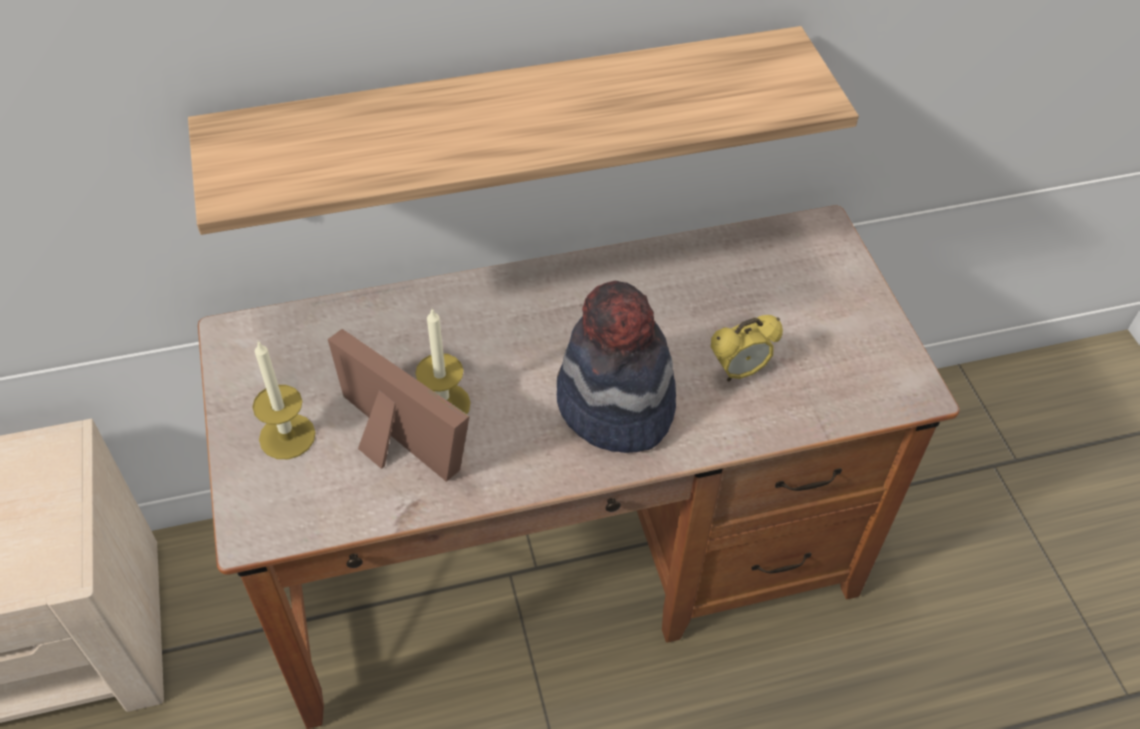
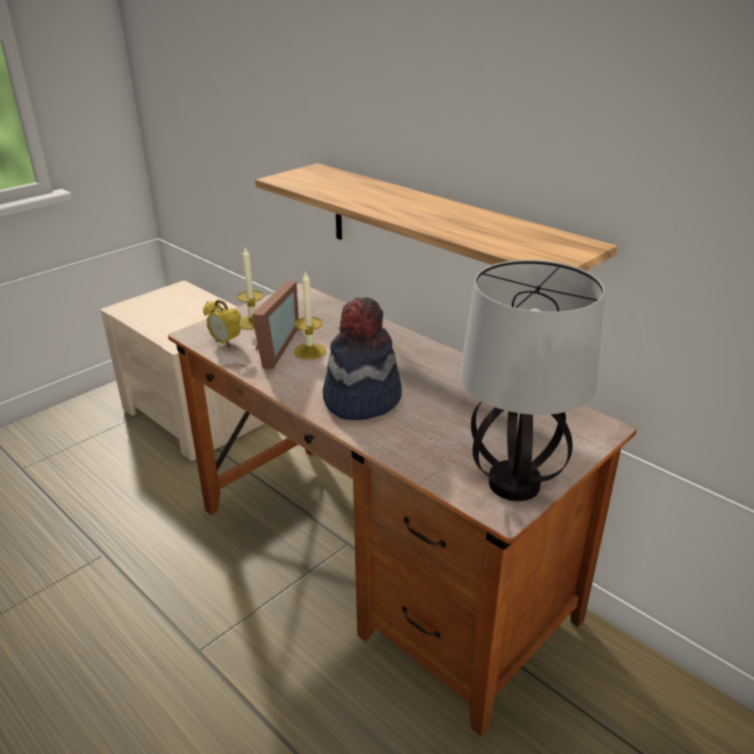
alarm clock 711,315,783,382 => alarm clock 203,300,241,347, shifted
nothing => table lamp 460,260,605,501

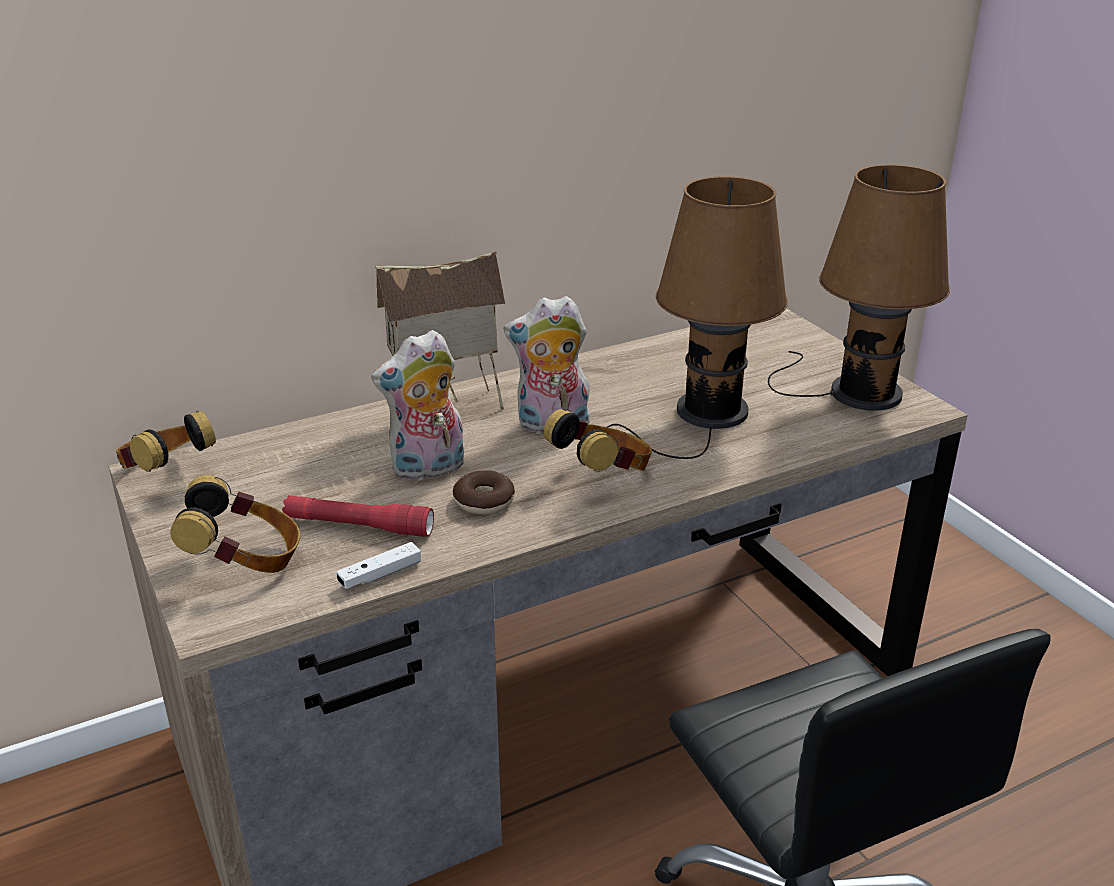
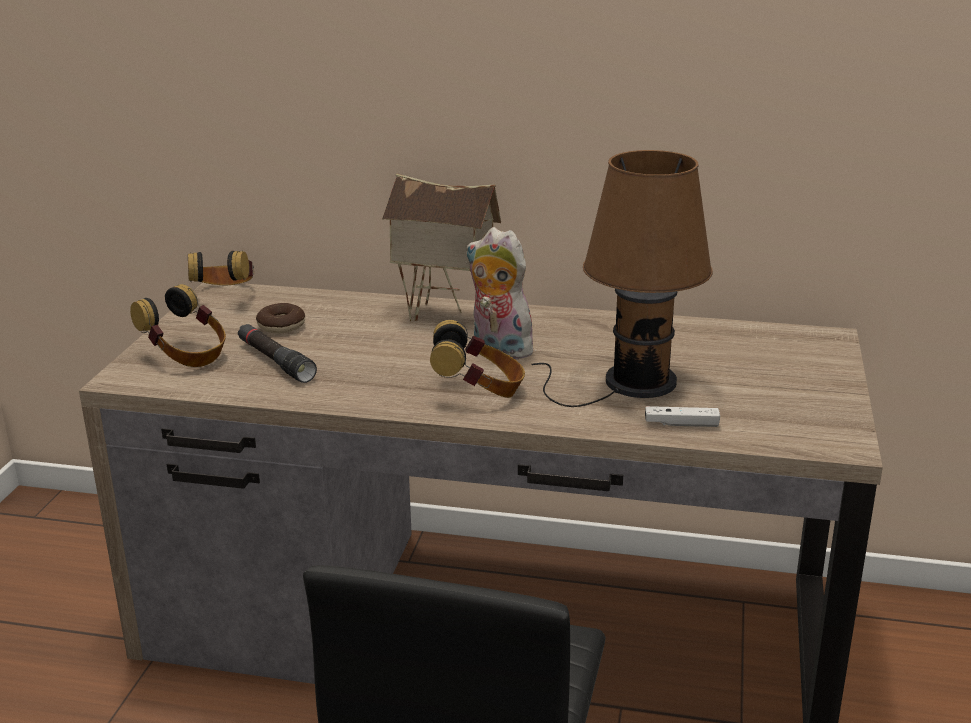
red flashlight 282,495,434,537 => black flashlight 238,324,317,383
donut 453,470,515,514 => donut 256,303,305,334, shifted
white game controller 336,542,421,589 => white game controller 645,406,720,427, shifted
plush toy 371,330,464,482 => nothing
brown table lamp 768,165,950,411 => nothing

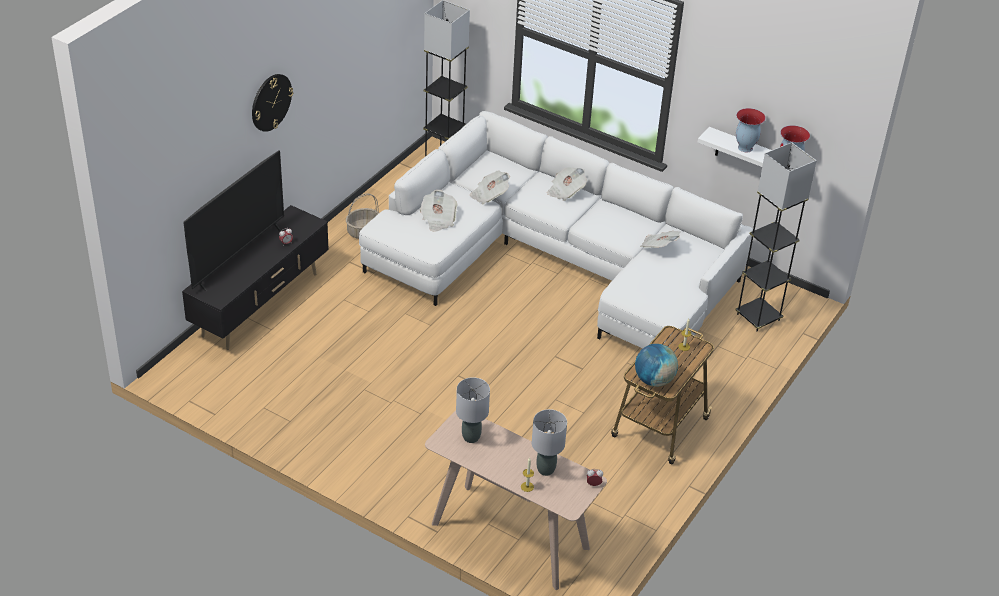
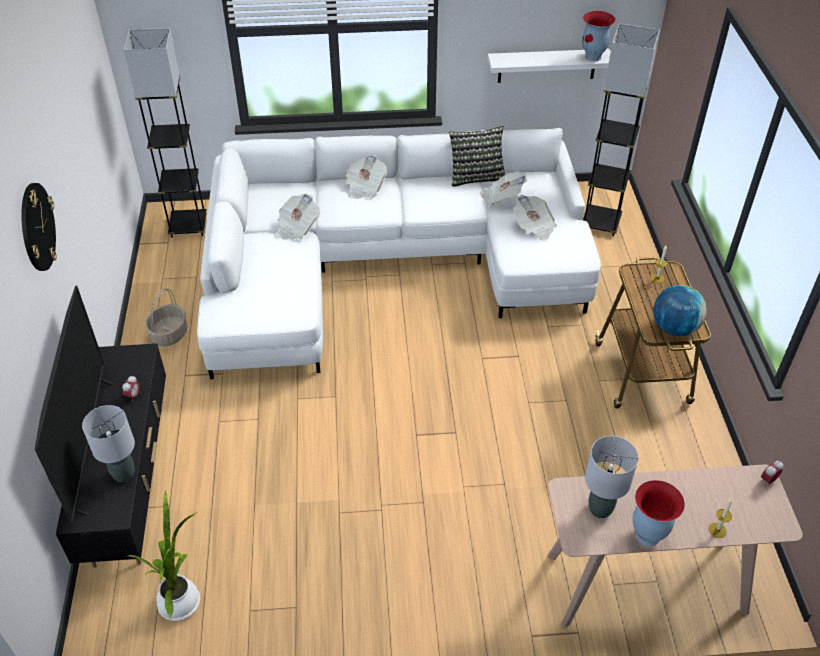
grey table lamp 532,409,567,476 => grey table lamp 82,405,135,482, shifted
nothing => potted plant 124,490,200,621
nothing => pillow 449,126,505,187
newspaper 420,190,458,232 => newspaper 513,195,557,241, shifted
vase 736,108,766,152 => vase 633,480,685,546, shifted

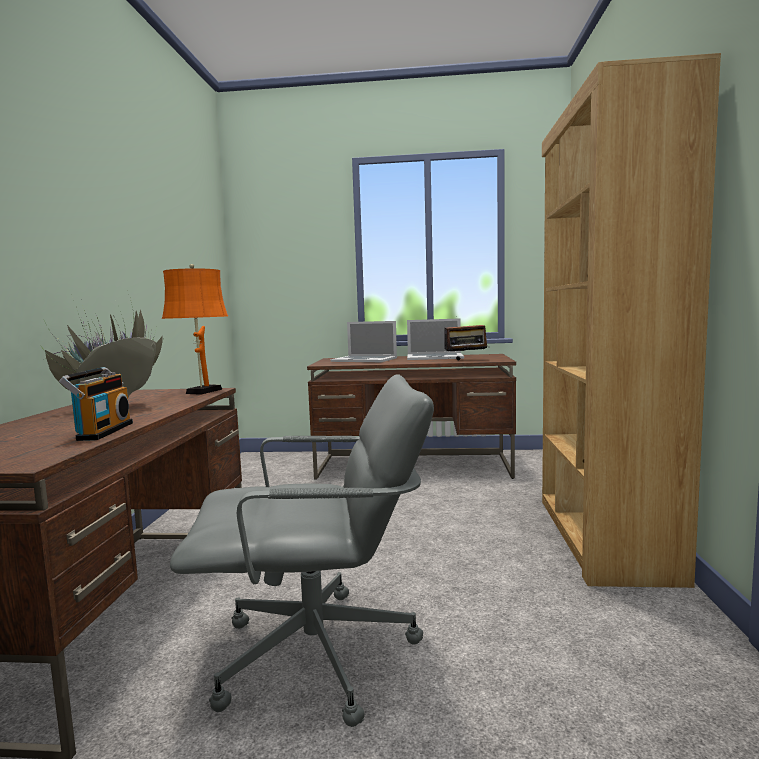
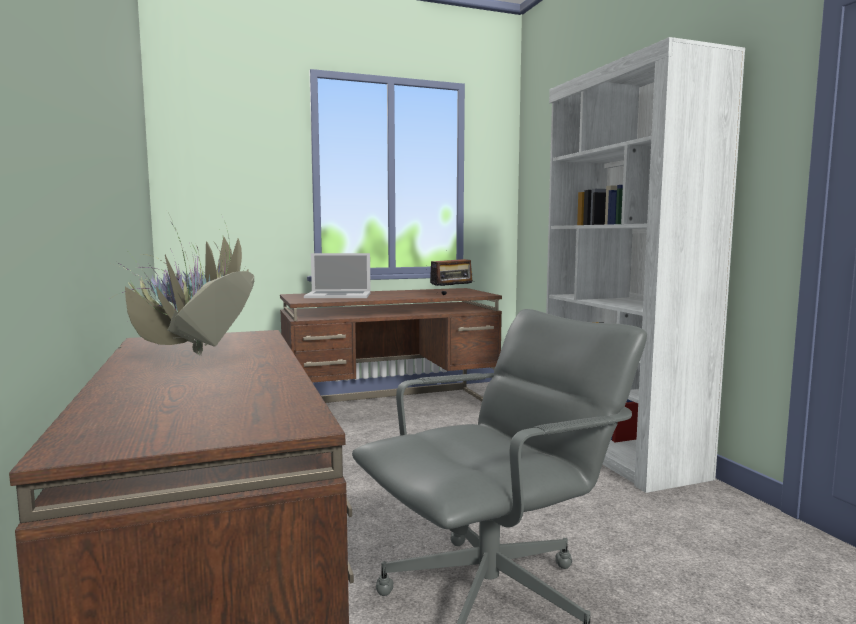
brown bookcase 542,53,721,588 => white bookcase 546,37,745,493
radio 59,367,133,441 => nothing
orange table lamp 162,264,228,395 => nothing
laptop 407,318,464,360 => nothing

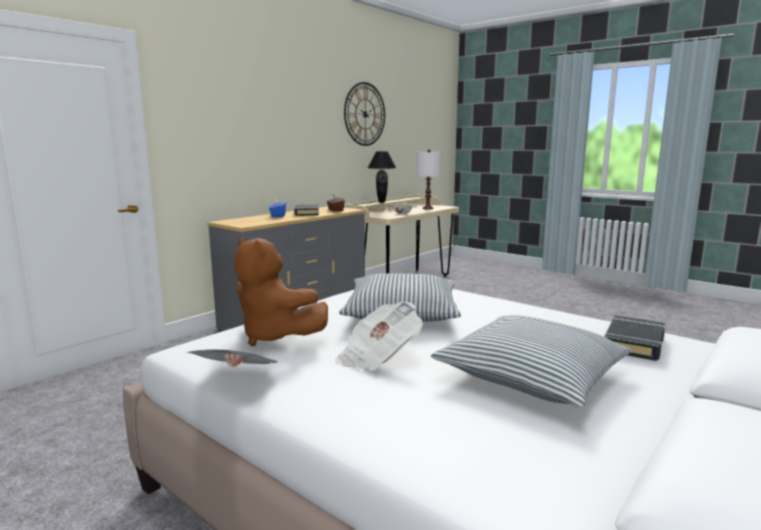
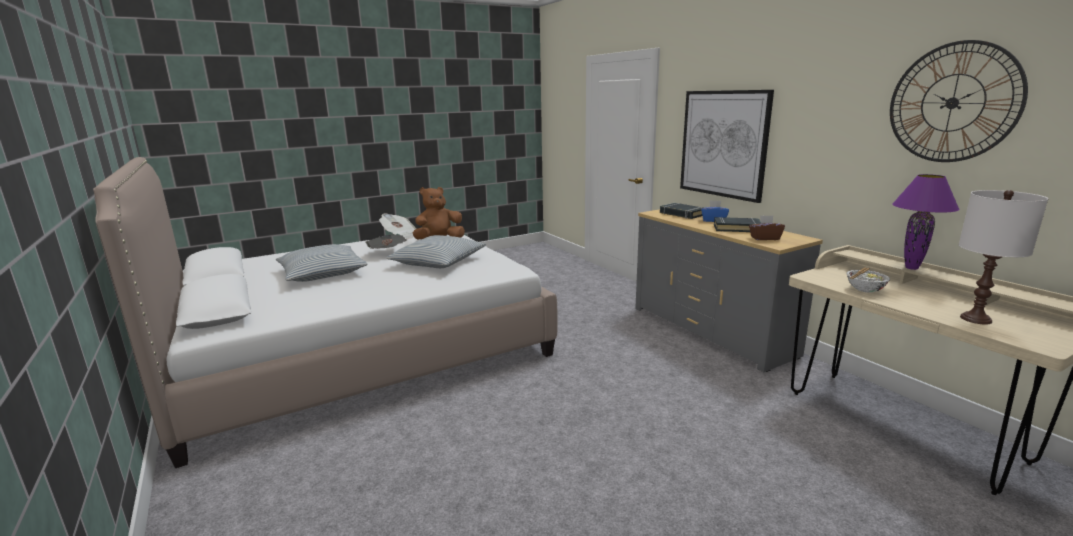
black book 604,315,666,361 => black book 660,203,703,219, shifted
nothing => picture 680,90,774,203
black table lamp 368,151,396,203 => purple table lamp 892,174,960,270

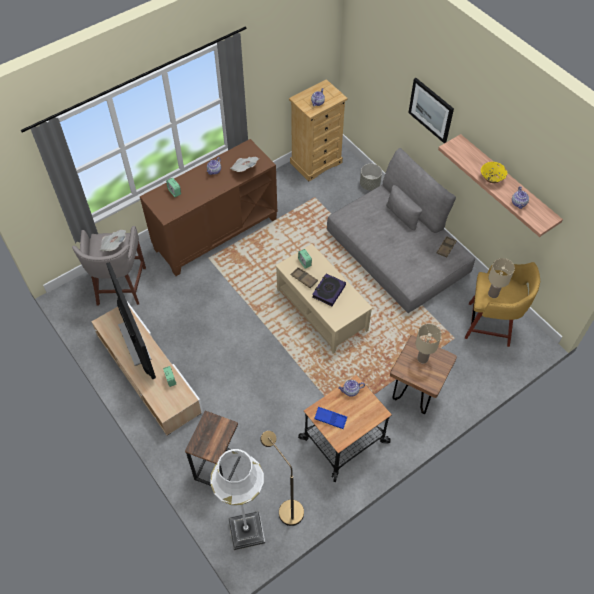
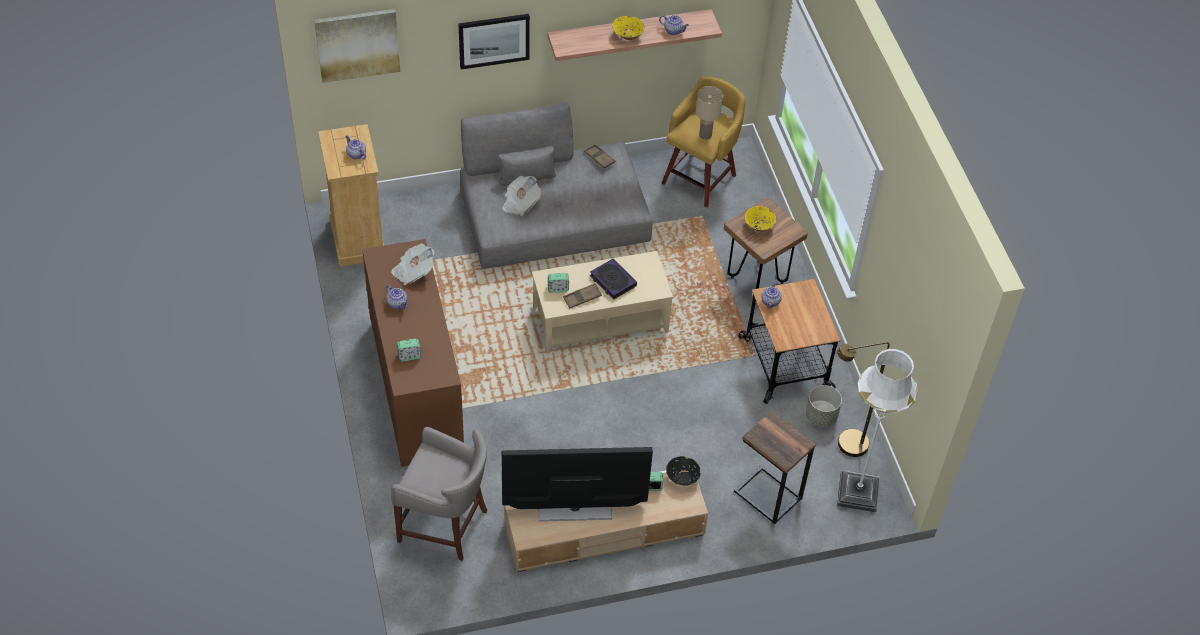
nothing => picture 314,9,400,83
newspaper 99,229,126,251 => newspaper 502,176,541,216, shifted
nothing => black bowl 666,456,701,486
beige table lamp 415,324,441,363 => yellow bowl 745,206,776,232
grey planter 360,164,382,191 => grey planter 806,385,842,427, shifted
blue tray 314,407,347,429 => nothing

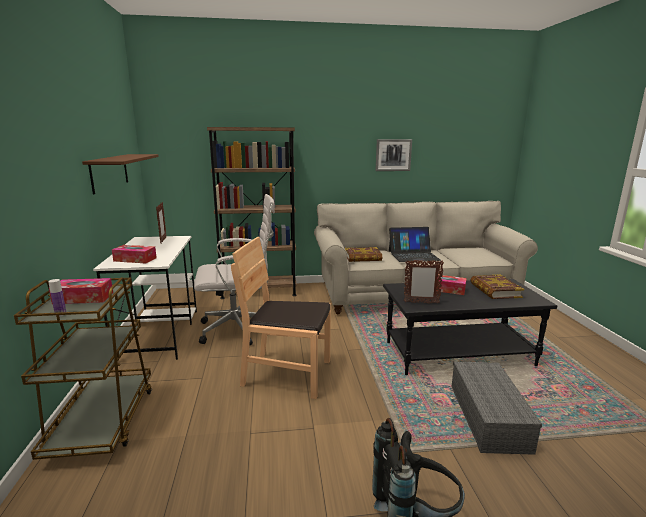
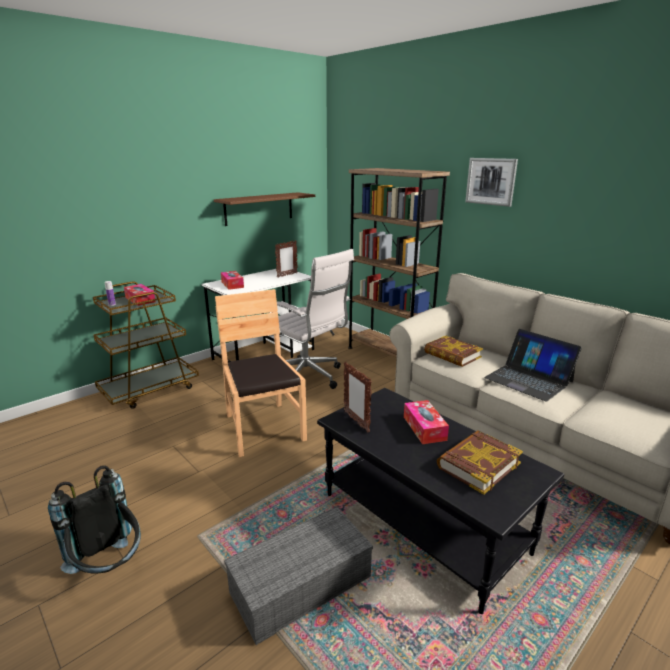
picture 375,139,412,171 => picture 465,158,518,207, shifted

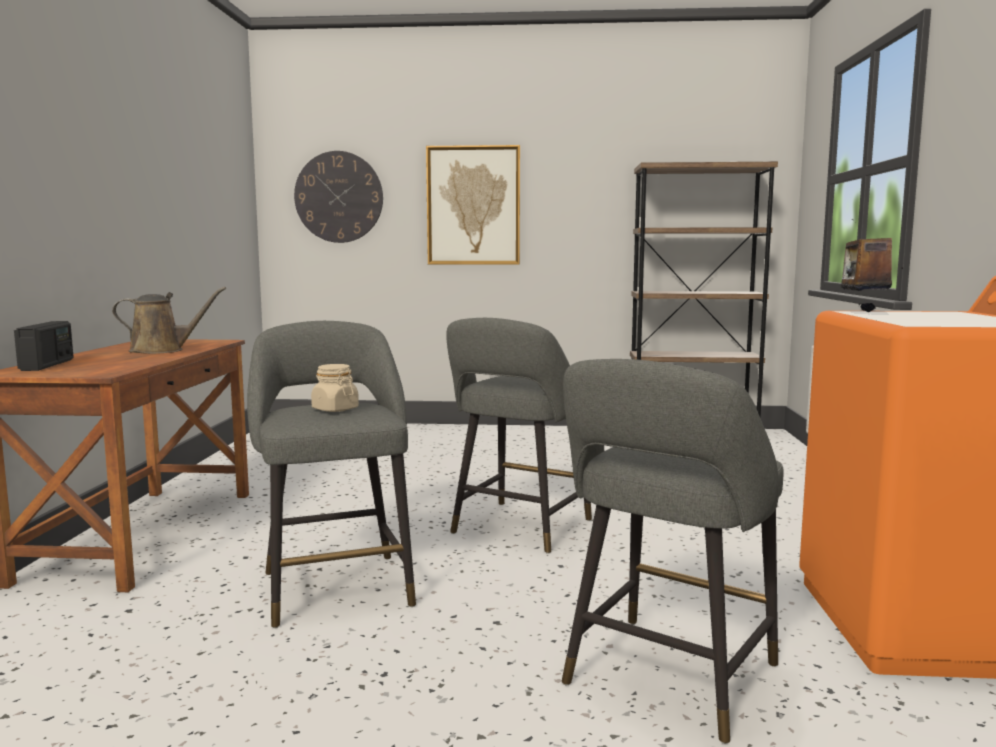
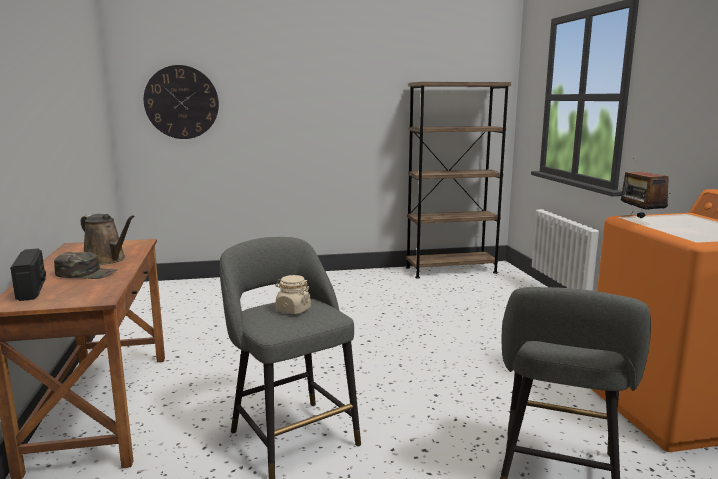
nothing => green cap 54,252,118,279
brown watering can 112,287,226,354 => brown watering can 81,214,135,265, 60 degrees clockwise
picture 426,145,520,265 => nothing
grey stool 446,318,592,554 => nothing

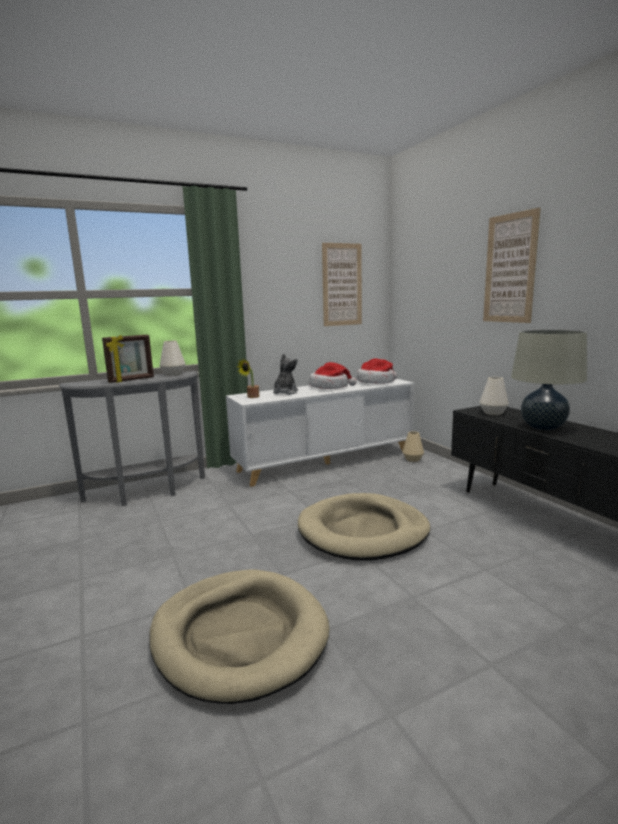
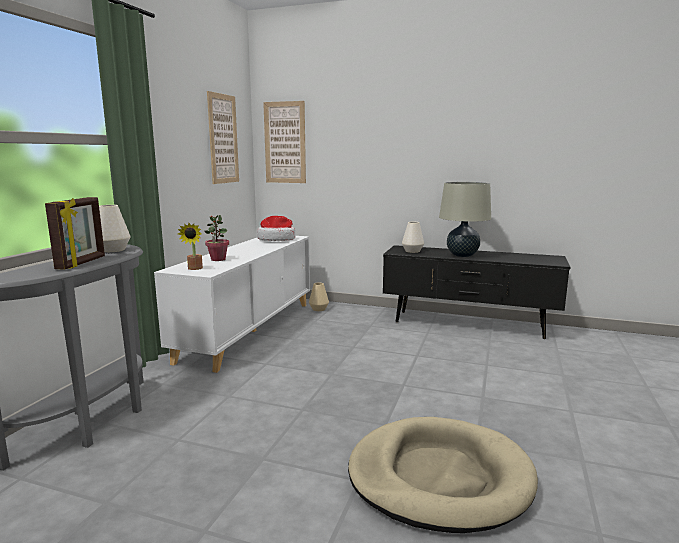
plush toy 273,353,298,395 => potted plant 205,215,229,261
picture 483,207,541,323 => picture 263,101,306,183, shifted
beige dog bed 298,493,430,561 => nothing
hat 309,362,357,389 => nothing

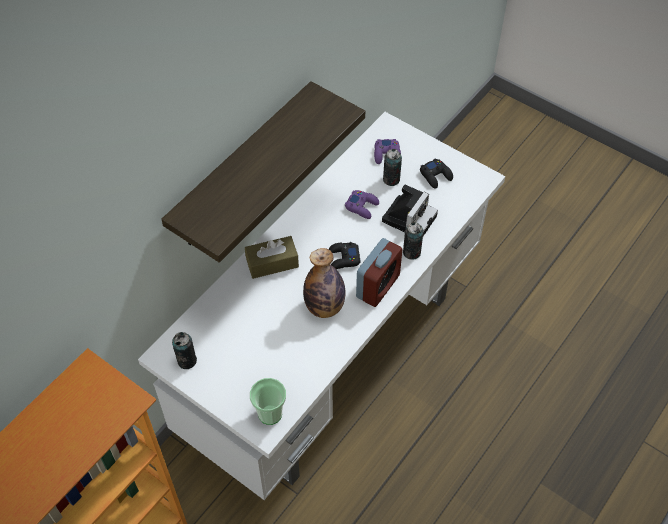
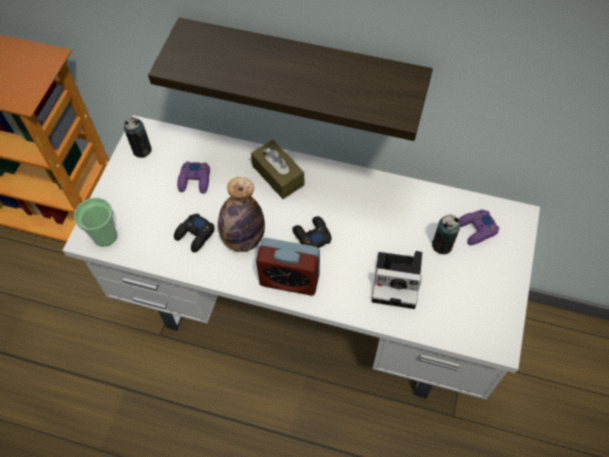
black game controller 420,158,453,189 => black game controller 174,213,215,253, shifted
purple game controller 345,190,379,219 => purple game controller 177,161,210,194, shifted
can 403,222,424,260 => nothing

